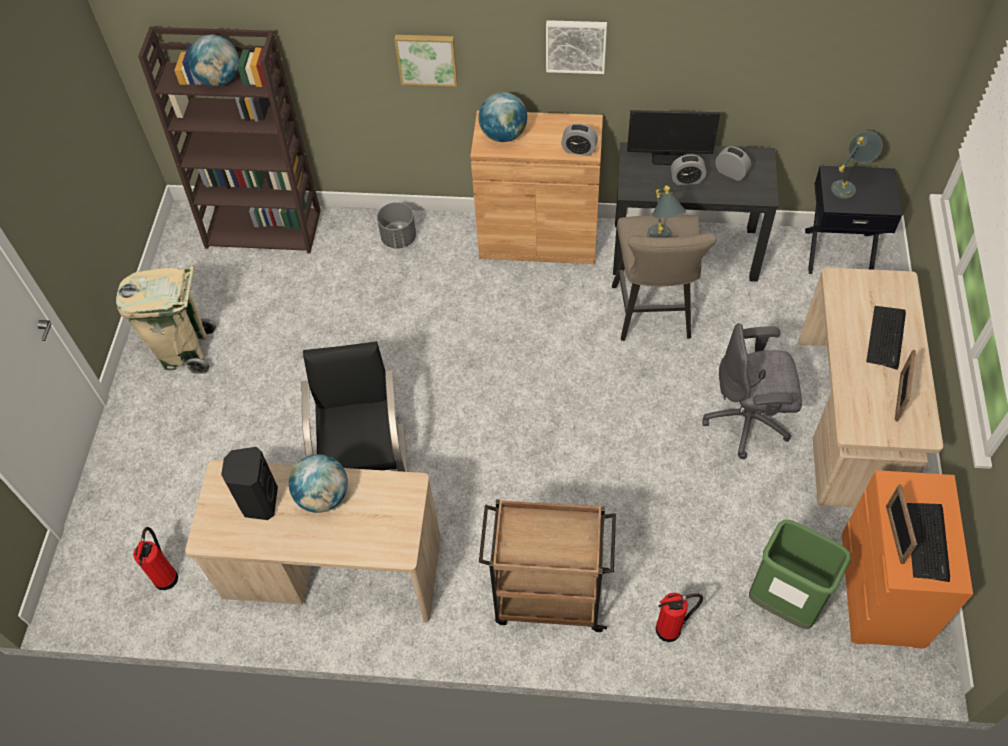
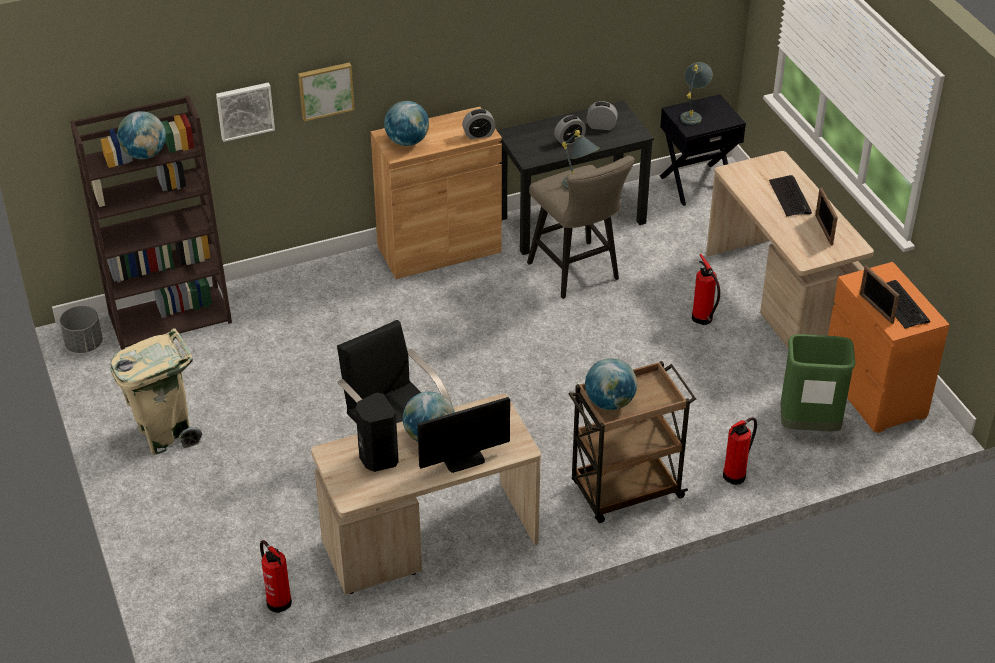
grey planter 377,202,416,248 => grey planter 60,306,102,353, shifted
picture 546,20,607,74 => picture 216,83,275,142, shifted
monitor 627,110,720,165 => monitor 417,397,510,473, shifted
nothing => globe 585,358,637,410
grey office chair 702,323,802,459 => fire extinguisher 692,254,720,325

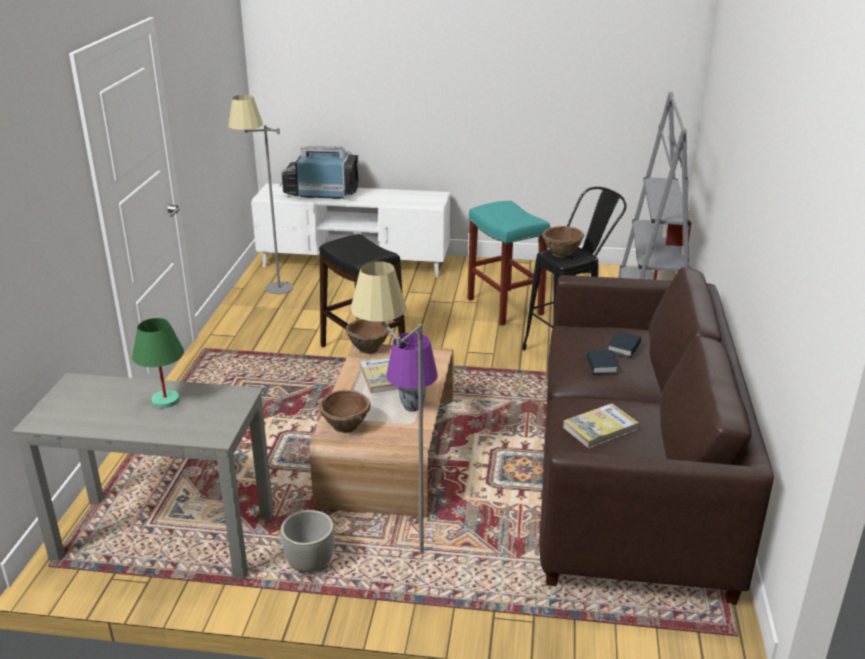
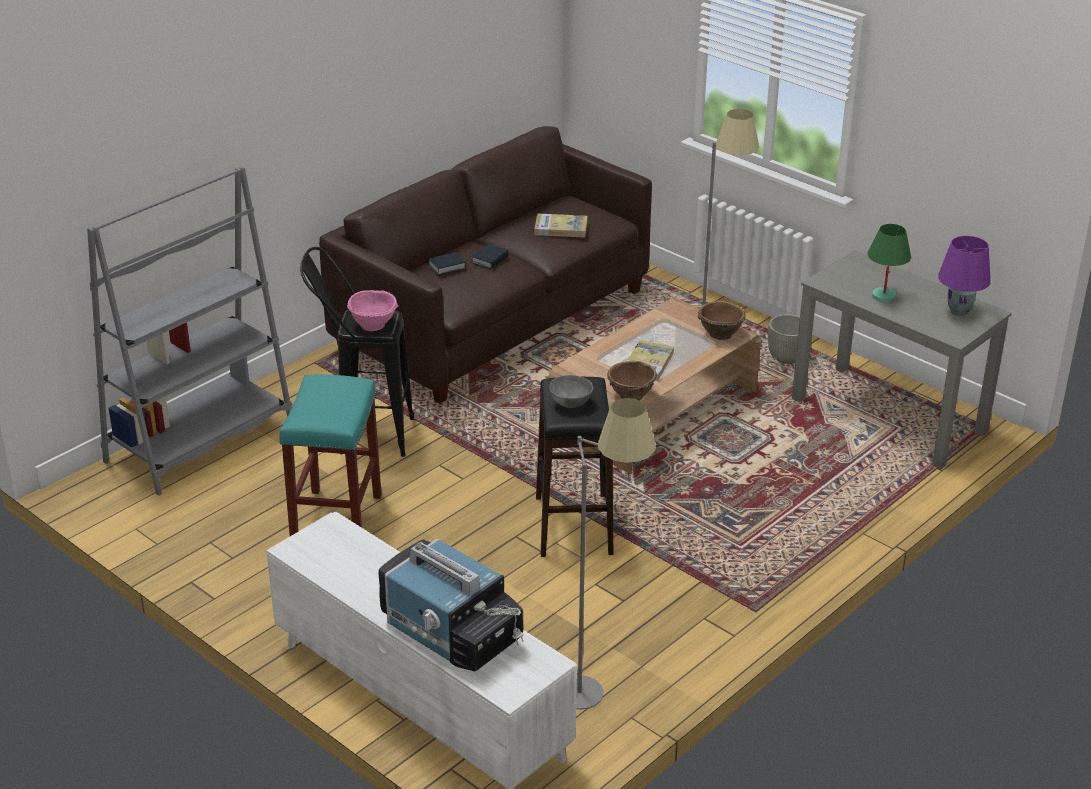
brown bowl 542,226,584,258 => pink bowl 347,290,398,331
nothing => grey bowl 549,375,593,408
purple table lamp 387,333,438,412 => purple table lamp 938,236,991,316, shifted

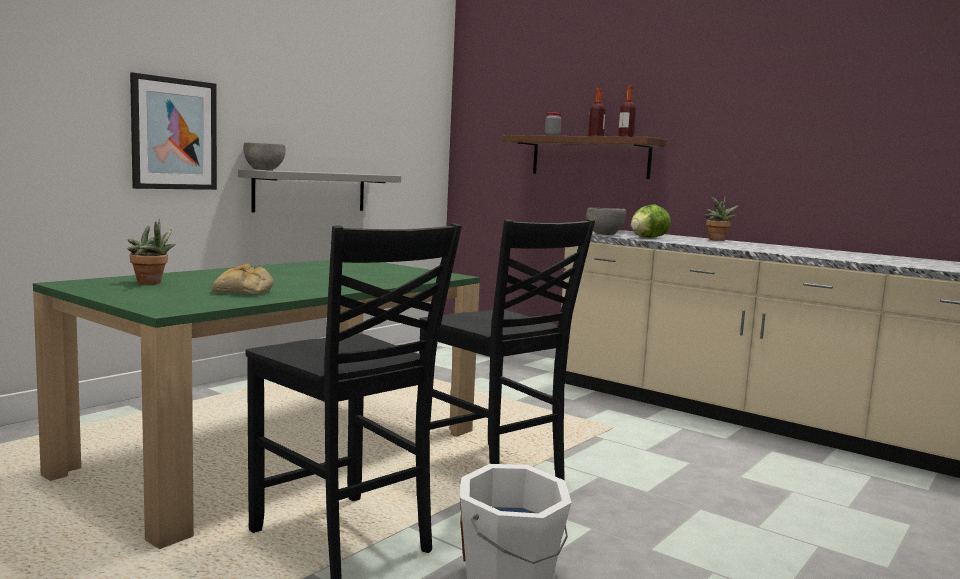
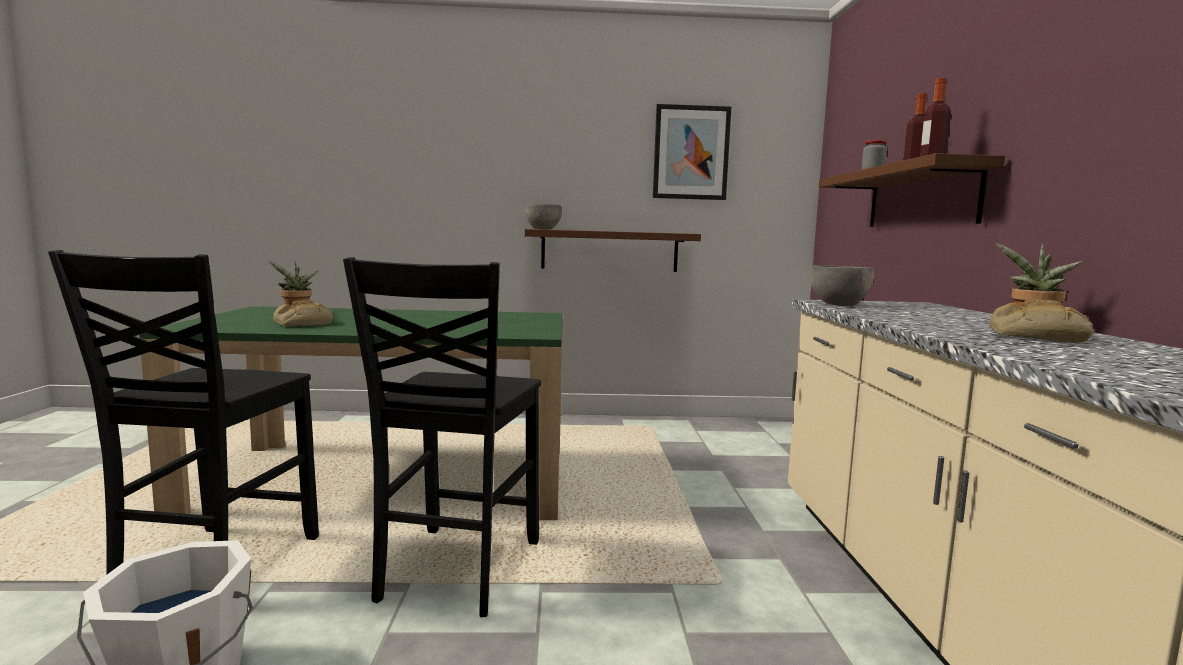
grey shelf 238,169,401,212 => brown shelf 525,229,701,272
picture 130,72,217,190 => picture 653,104,731,200, shifted
nothing => bread 989,299,1093,343
lettuce 631,204,671,238 => nothing

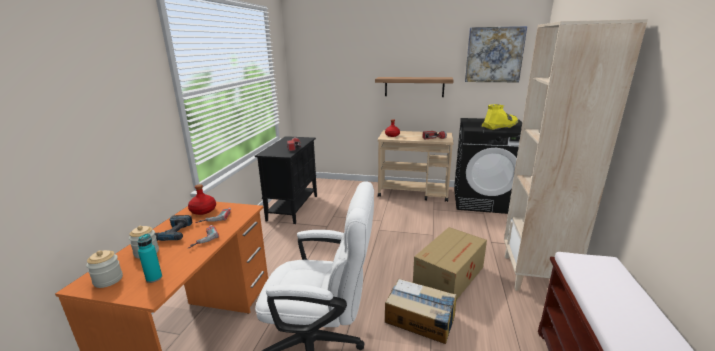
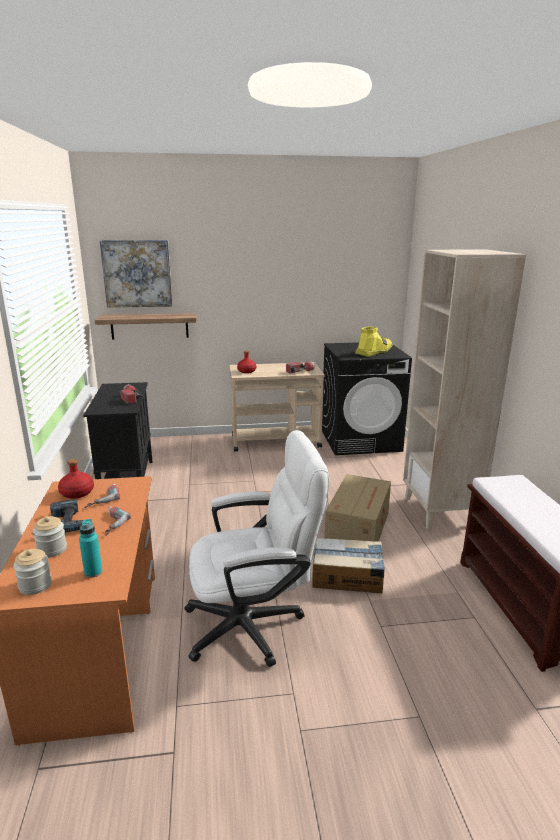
shelf 375,77,454,97 => shelf 95,313,197,340, shifted
picture 465,26,527,82 => picture 100,240,173,308, shifted

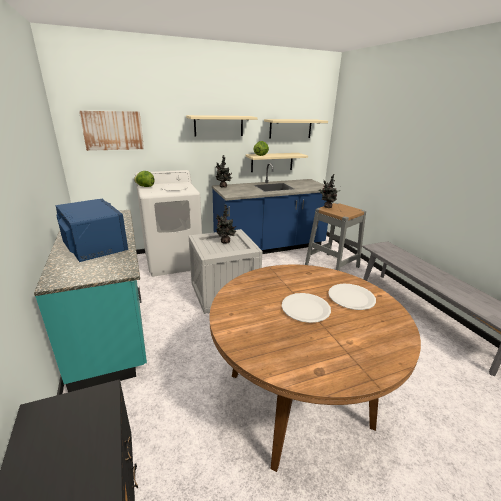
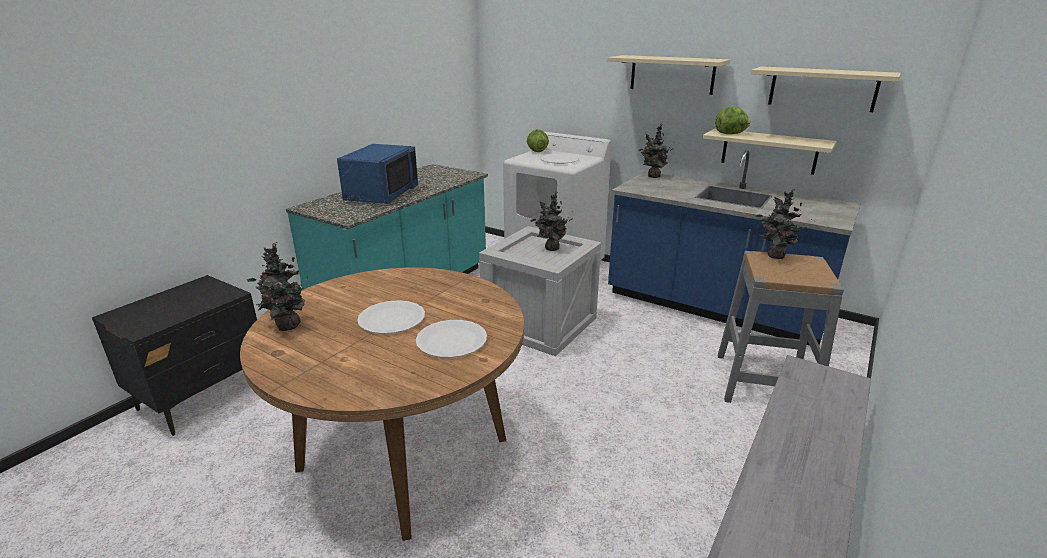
nothing => potted plant 247,242,308,331
picture 79,111,144,151 => nothing

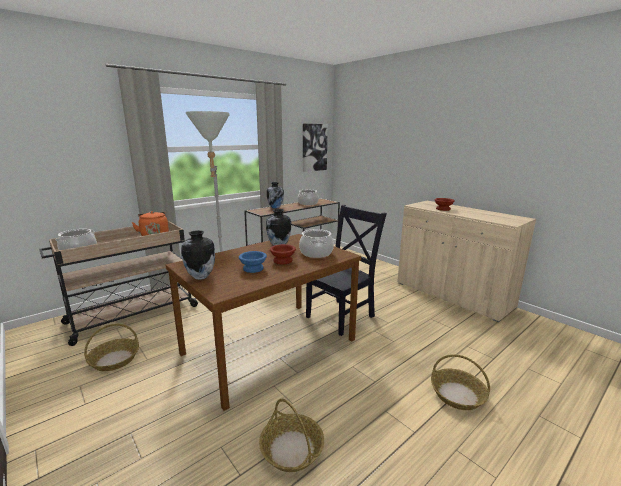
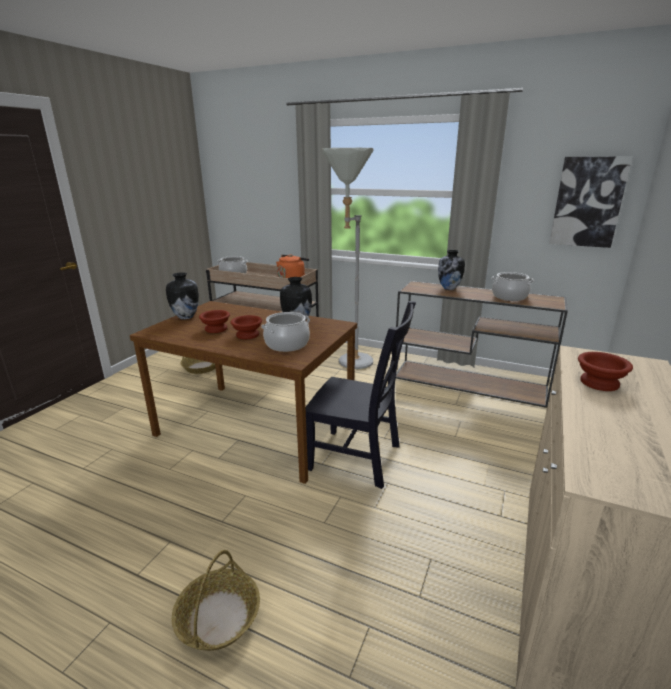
blue bowl 239,251,267,273 => brown bowl 199,310,230,333
basket 259,399,324,472 => nothing

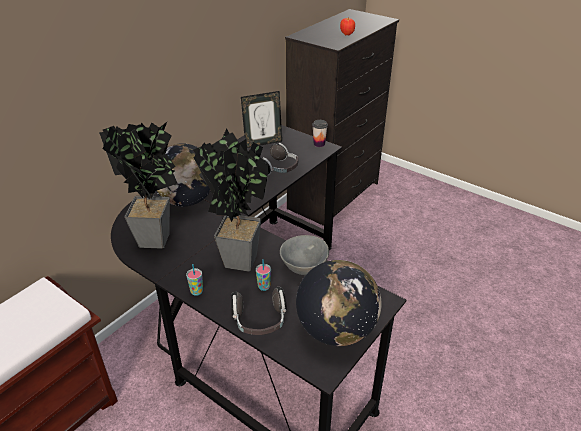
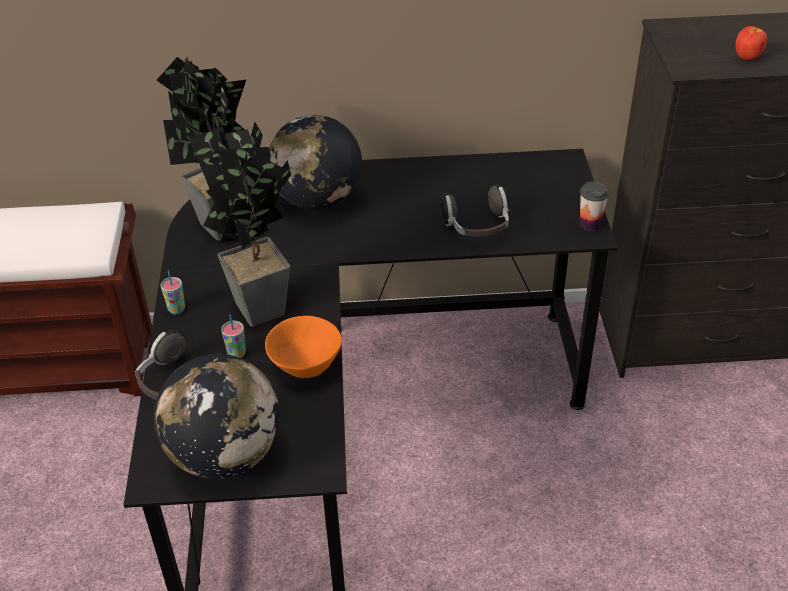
grey bowl 280,235,329,275 => orange bowl 265,316,342,378
picture frame 241,91,282,148 => nothing

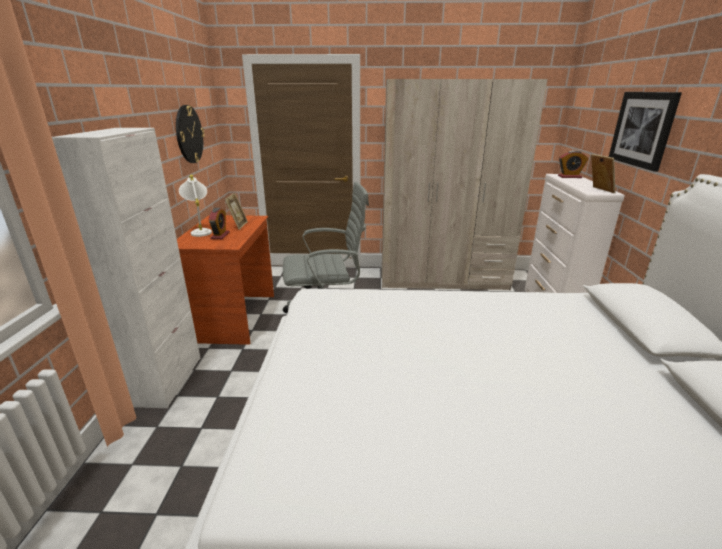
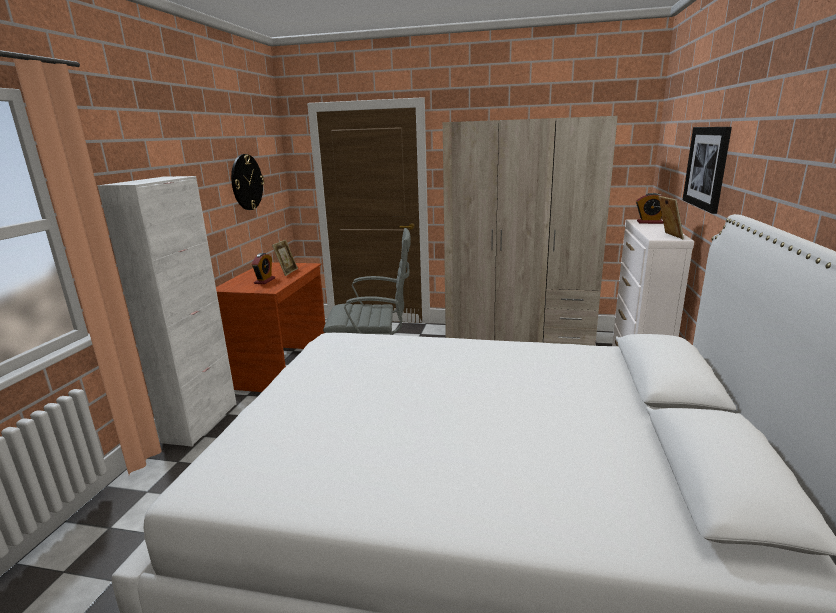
white table lamp 179,175,212,237 => nothing

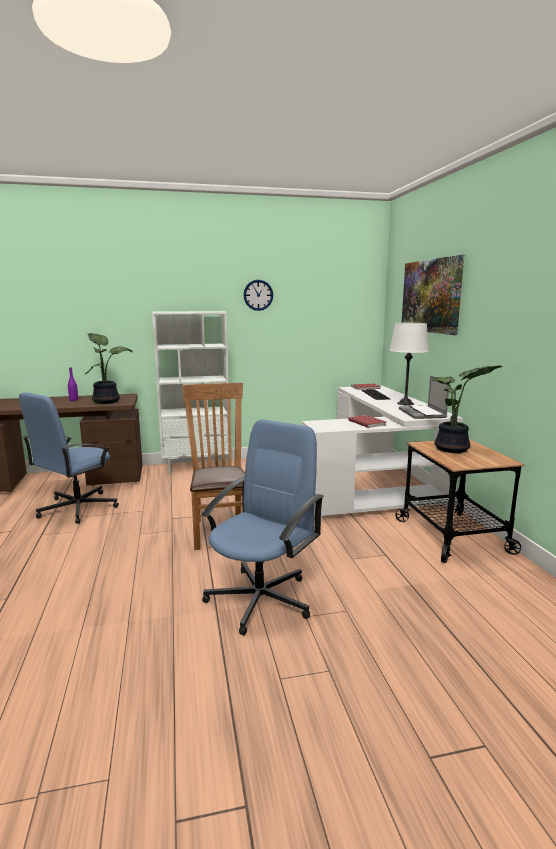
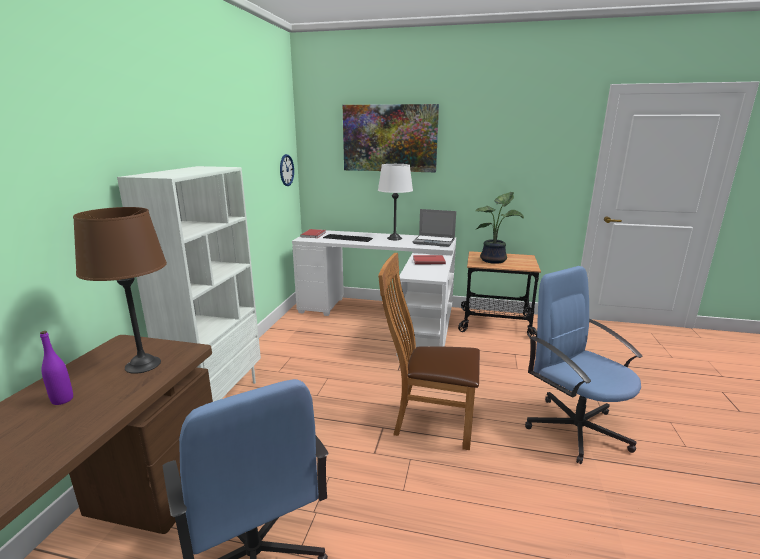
potted plant 85,333,132,404 => brown table lamp 73,207,167,374
wall clock 243,280,273,311 => wall clock 280,154,294,186, shifted

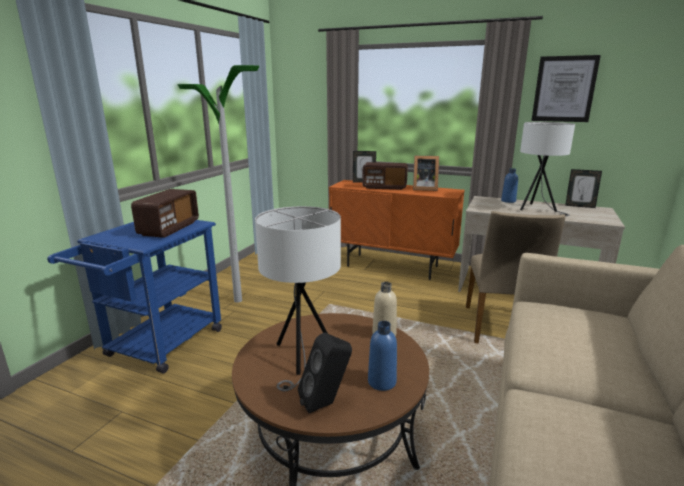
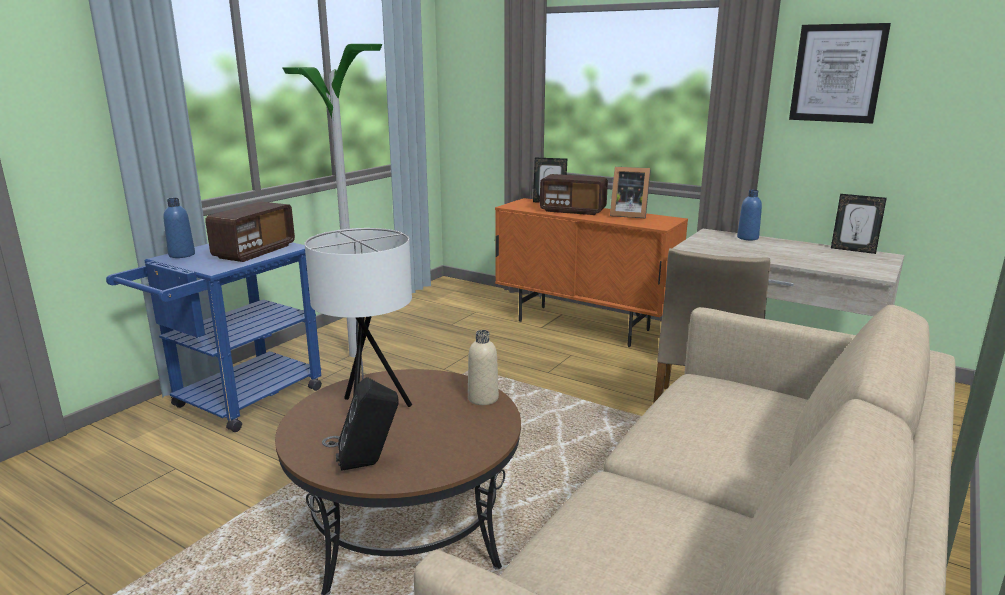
blue bottle 368,321,397,391 => blue bottle 163,198,195,258, shifted
white table lamp 520,122,575,216 => nothing

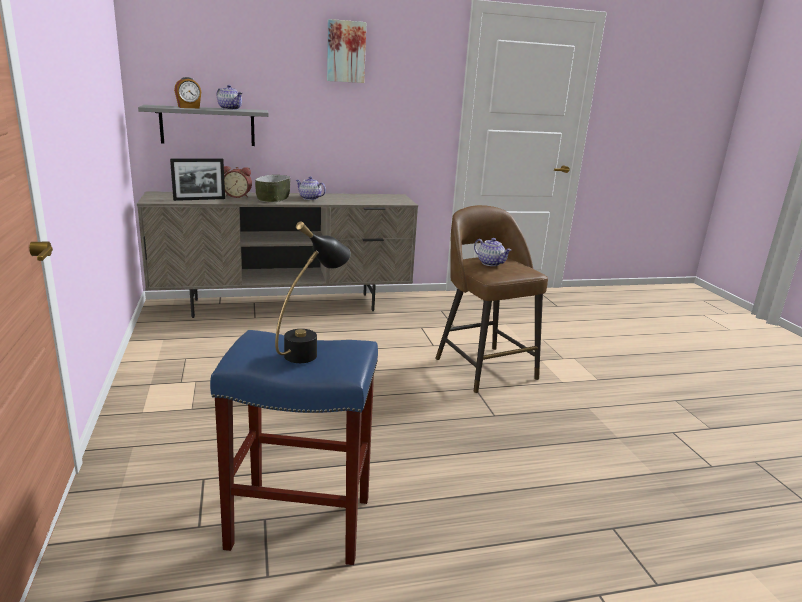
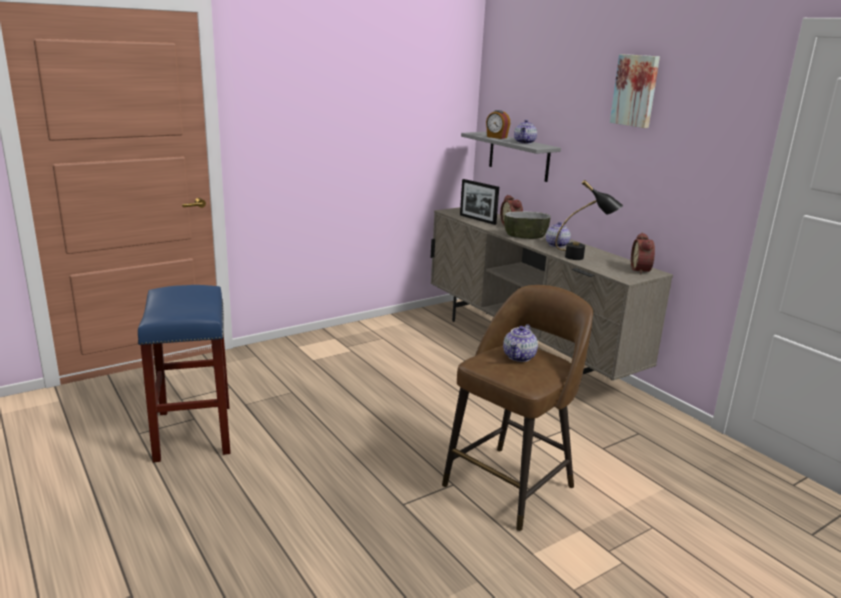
black table lamp 275,221,351,363 => black table lamp 555,180,623,260, shifted
nothing => alarm clock 631,233,655,274

